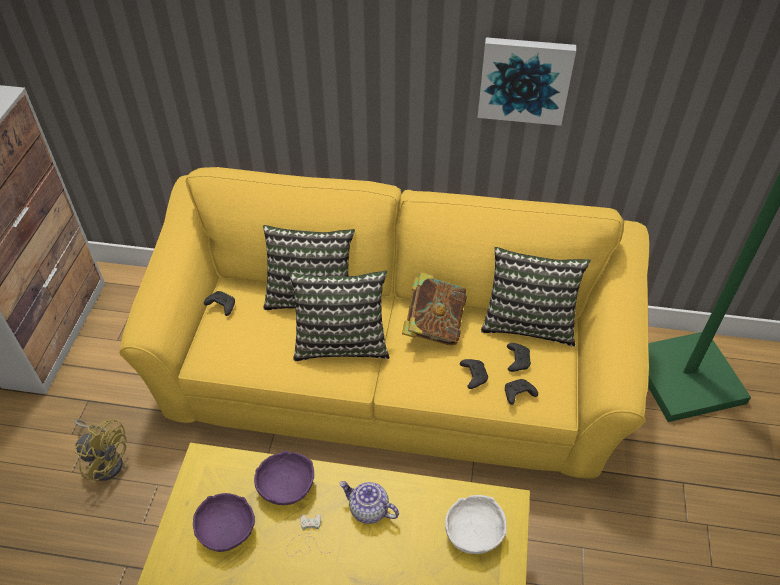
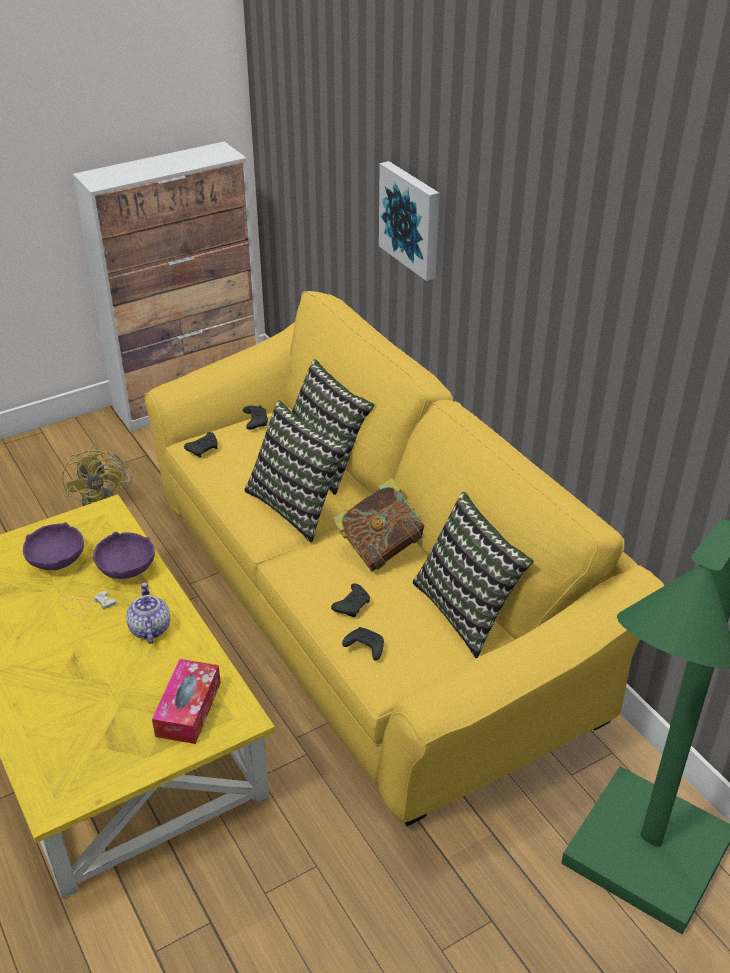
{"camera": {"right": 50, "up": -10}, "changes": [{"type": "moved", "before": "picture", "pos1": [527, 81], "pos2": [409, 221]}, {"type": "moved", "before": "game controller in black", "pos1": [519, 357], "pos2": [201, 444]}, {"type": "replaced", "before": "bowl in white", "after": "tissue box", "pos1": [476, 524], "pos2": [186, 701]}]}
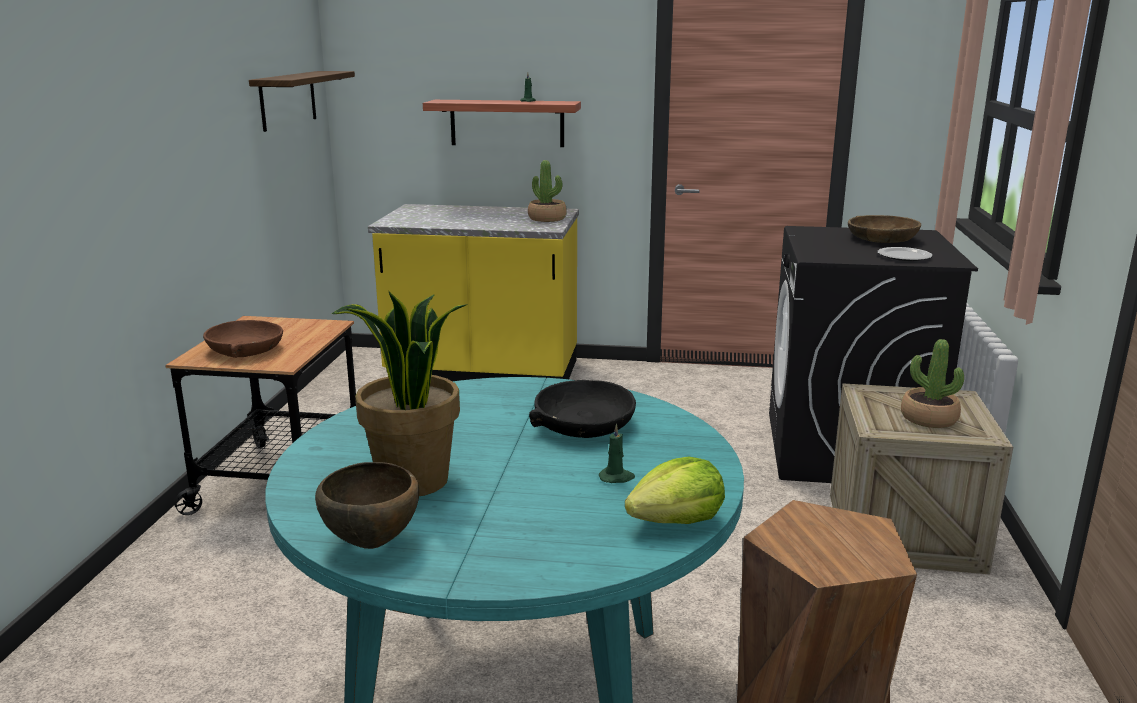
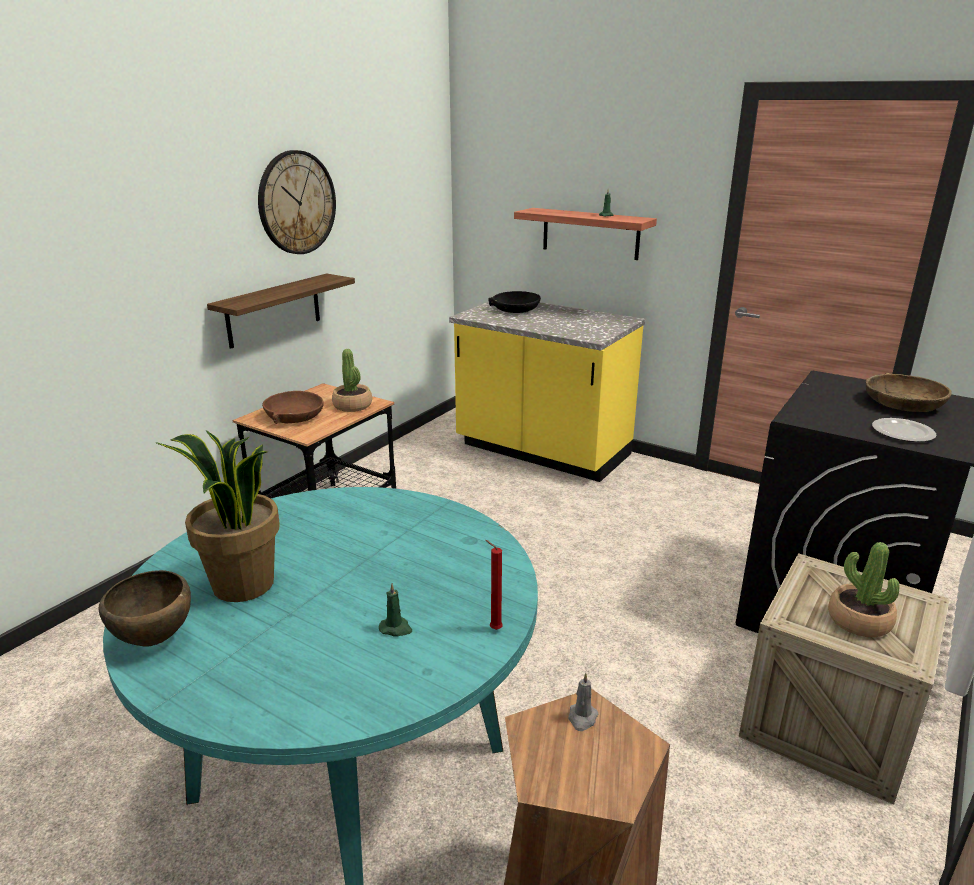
{"camera": {"right": 25, "up": 5}, "changes": [{"type": "moved", "before": "shelf", "pos1": [302, 101], "pos2": [281, 311]}, {"type": "moved", "before": "potted plant", "pos1": [547, 191], "pos2": [352, 380]}, {"type": "moved", "before": "bowl in black", "pos1": [582, 409], "pos2": [514, 302]}, {"type": "removed", "before": "lettuce", "pos1": [675, 490]}, {"type": "added", "after": "wall clock", "pos2": [297, 202]}, {"type": "added", "after": "candle in red", "pos2": [494, 585]}, {"type": "added", "after": "candle in grey", "pos2": [583, 702]}]}
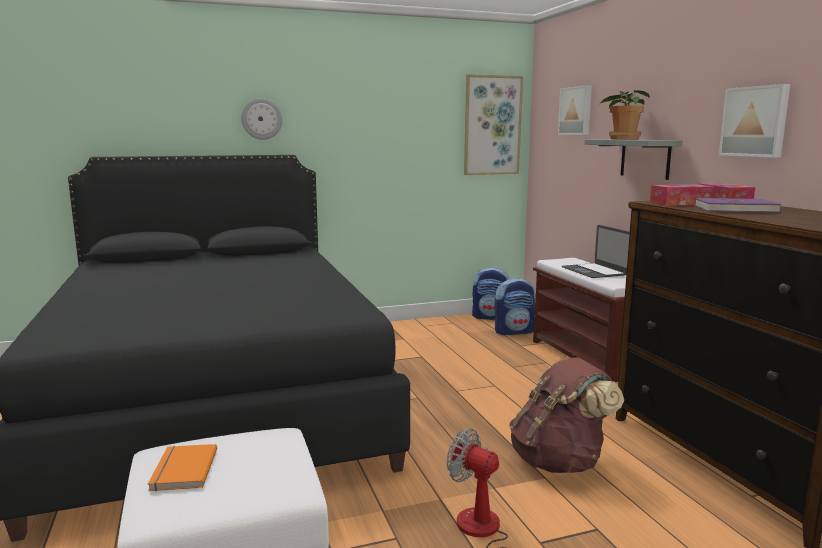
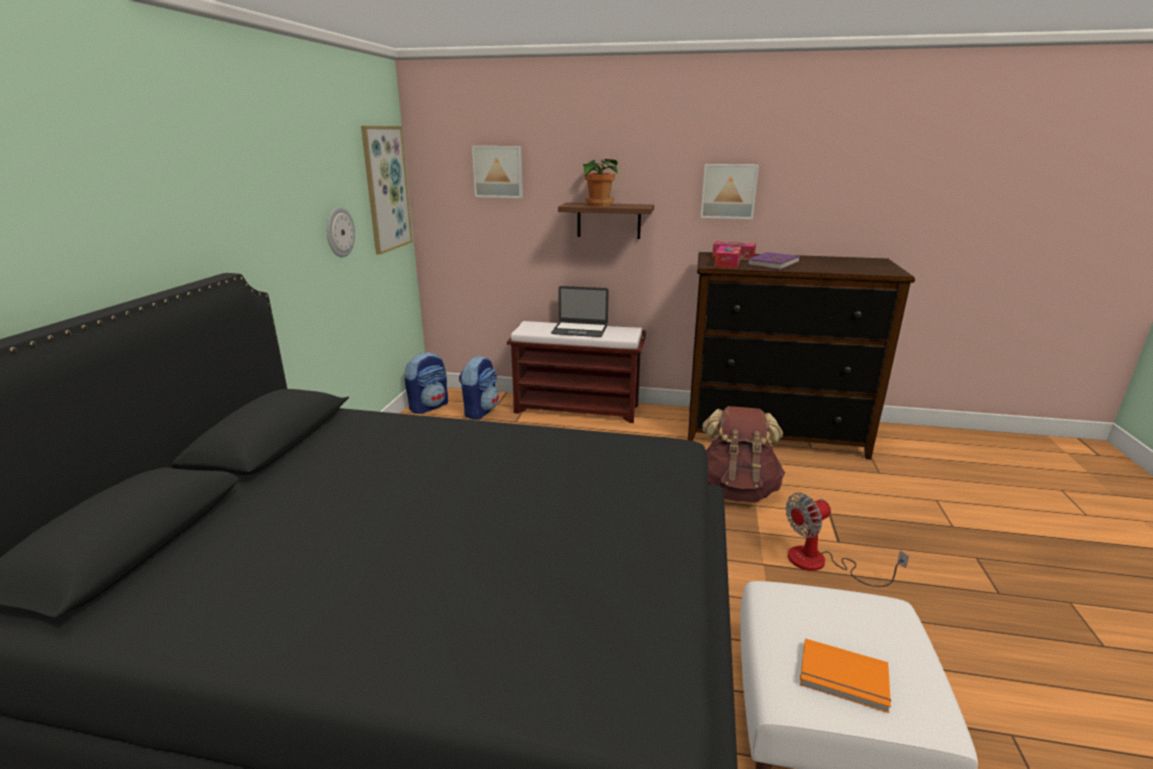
{"camera": {"right": -60, "up": 10}, "changes": [{"type": "moved", "before": "wall clock", "pos1": [262, 119], "pos2": [341, 232]}, {"type": "recoloured", "before": "shelf in grey", "after": "shelf in brown", "pos1": [633, 159], "pos2": [606, 221]}]}
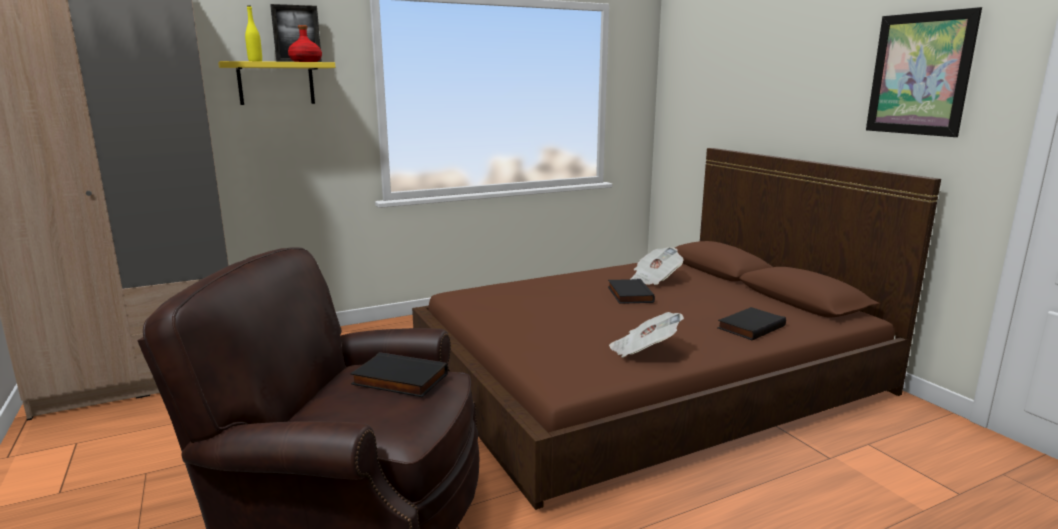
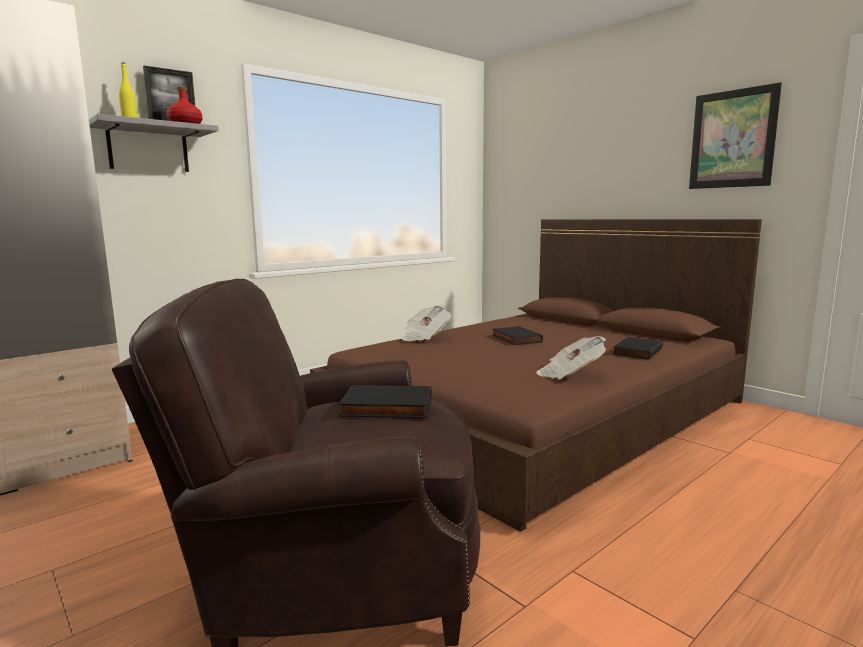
{"camera": {"right": -15, "up": -5}, "changes": [{"type": "recoloured", "before": "shelf in yellow", "after": "shelf in grey", "pos1": [276, 83], "pos2": [154, 143]}, {"type": "moved", "before": "newspaper", "pos1": [657, 266], "pos2": [426, 323]}]}
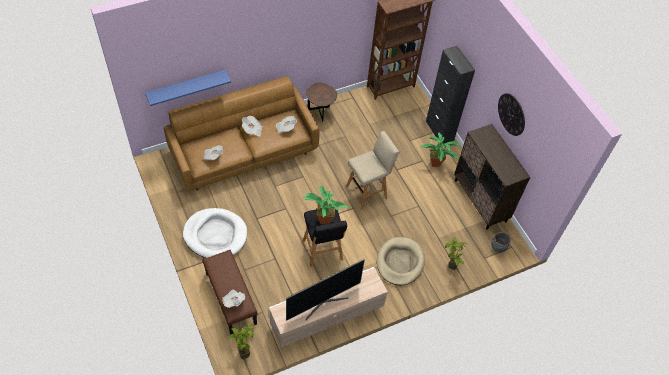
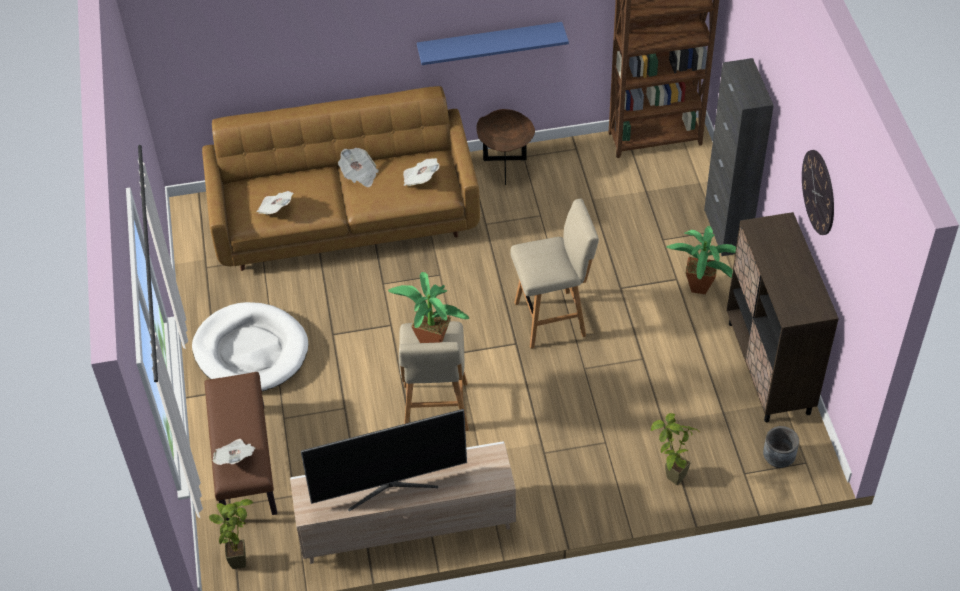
{"camera": {"right": 20, "up": -5}, "changes": [{"type": "moved", "before": "shelf in blue", "pos1": [188, 88], "pos2": [493, 43]}, {"type": "recoloured", "before": "stool in black", "after": "stool in beige", "pos1": [325, 238], "pos2": [434, 376]}, {"type": "removed", "before": "dog bed in beige", "pos1": [401, 261]}]}
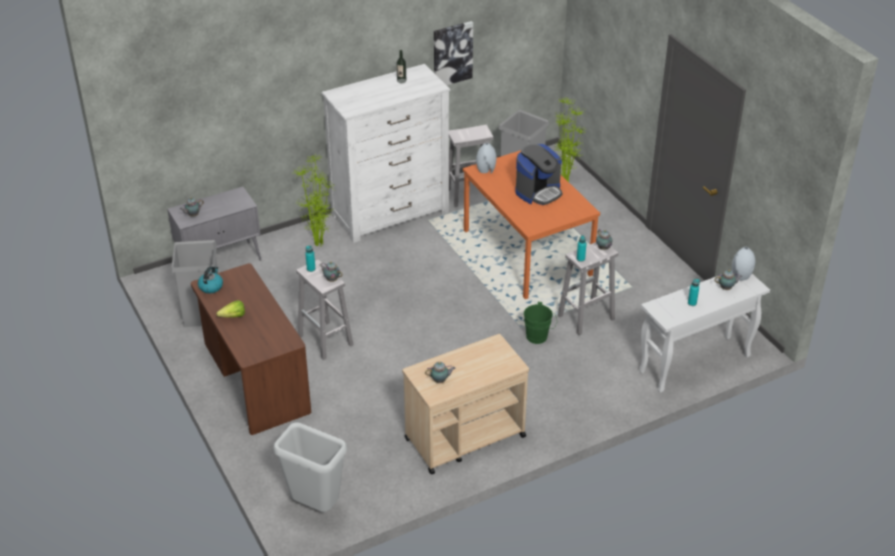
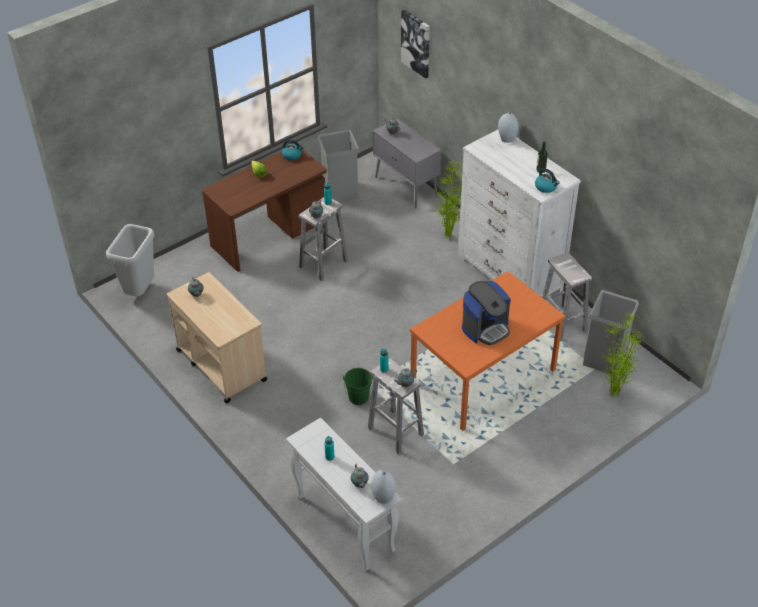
{"camera": {"right": 80, "up": 5}, "changes": [{"type": "moved", "before": "picture", "pos1": [453, 53], "pos2": [415, 44]}, {"type": "moved", "before": "vase in grey", "pos1": [486, 158], "pos2": [508, 127]}, {"type": "turned", "before": "coffee machine", "pos1": [538, 174], "pos2": [486, 313], "turn": -75}, {"type": "added", "after": "kettle", "pos2": [547, 181]}]}
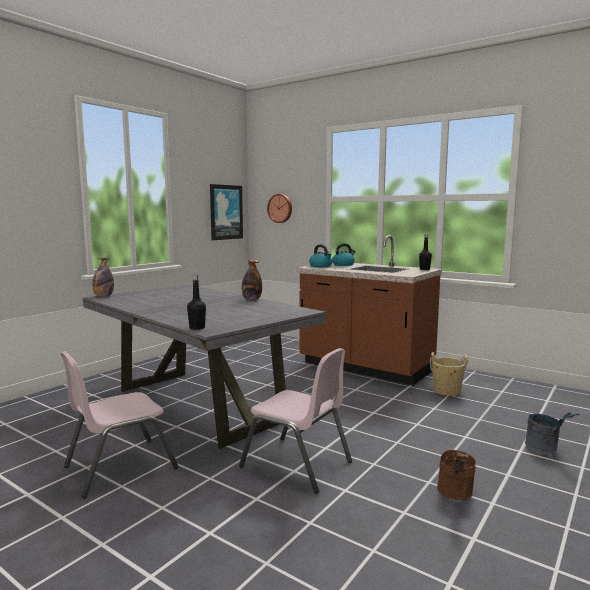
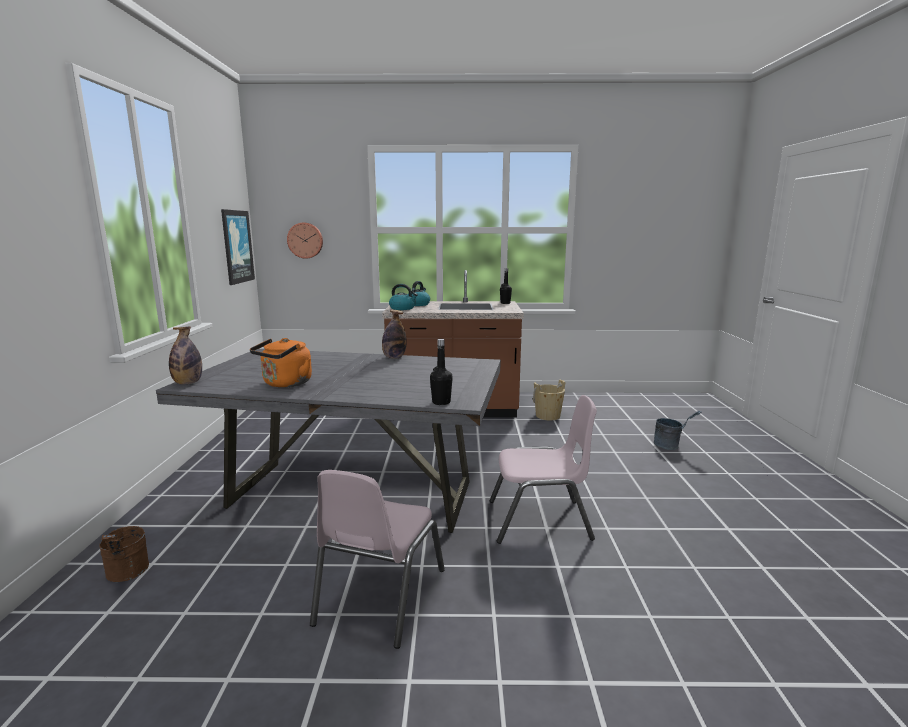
{"camera": {"right": -35, "up": 5}, "changes": [{"type": "moved", "before": "bucket in brown", "pos1": [456, 475], "pos2": [124, 554]}, {"type": "added", "after": "kettle in orange", "pos2": [281, 362]}]}
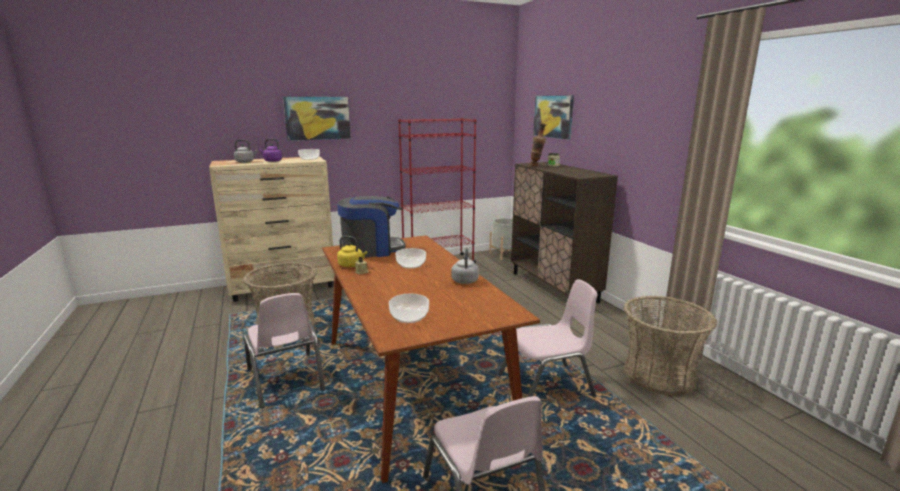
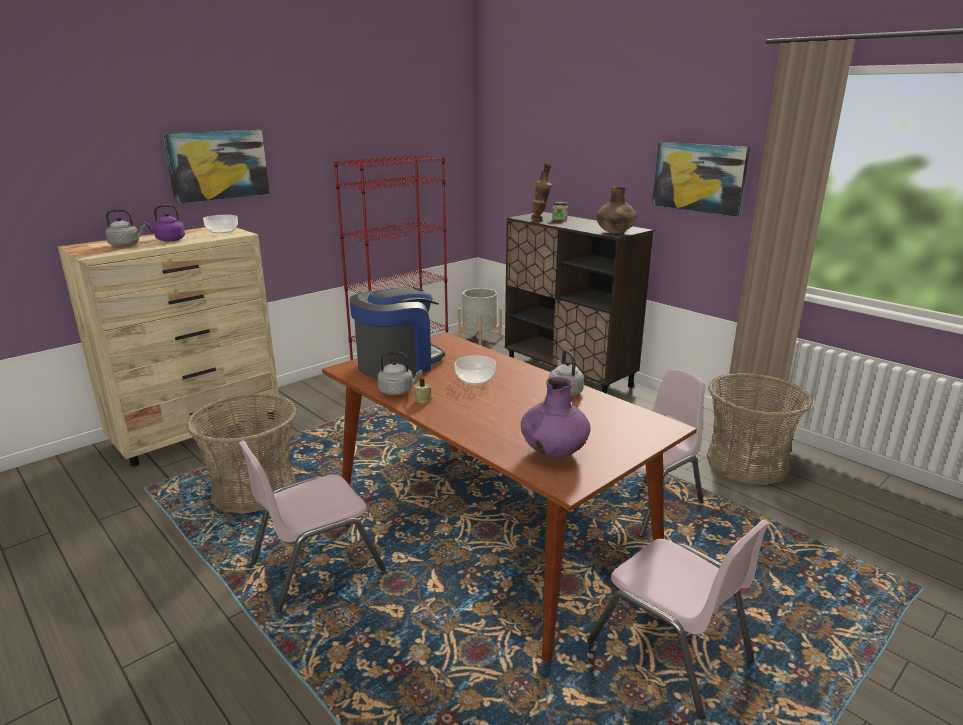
{"camera": {"right": -20, "up": 5}, "changes": [{"type": "moved", "before": "picture", "pos1": [553, 117], "pos2": [701, 179]}, {"type": "recoloured", "before": "kettle in yellow", "after": "kettle in grey", "pos1": [352, 251], "pos2": [399, 373]}, {"type": "turned", "before": "chair in pink", "pos1": [284, 350], "pos2": [312, 526], "turn": 105}, {"type": "replaced", "before": "bowl", "after": "vase in purple", "pos1": [409, 308], "pos2": [555, 417]}, {"type": "added", "after": "vase in brown", "pos2": [616, 210]}]}
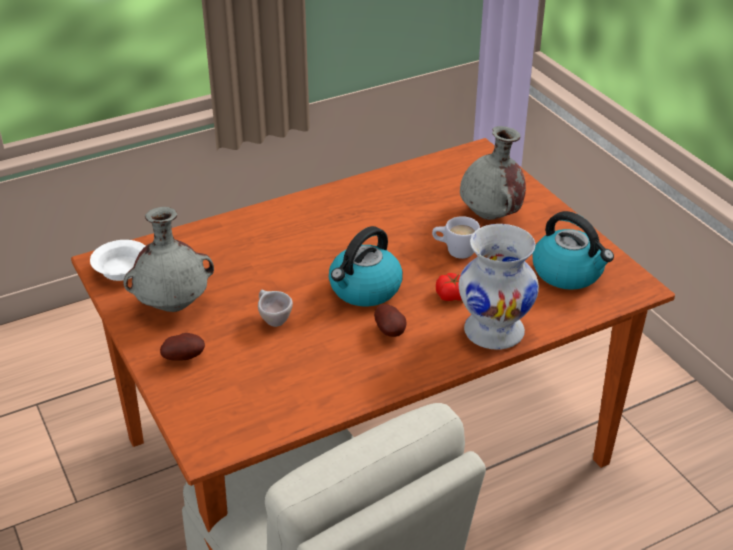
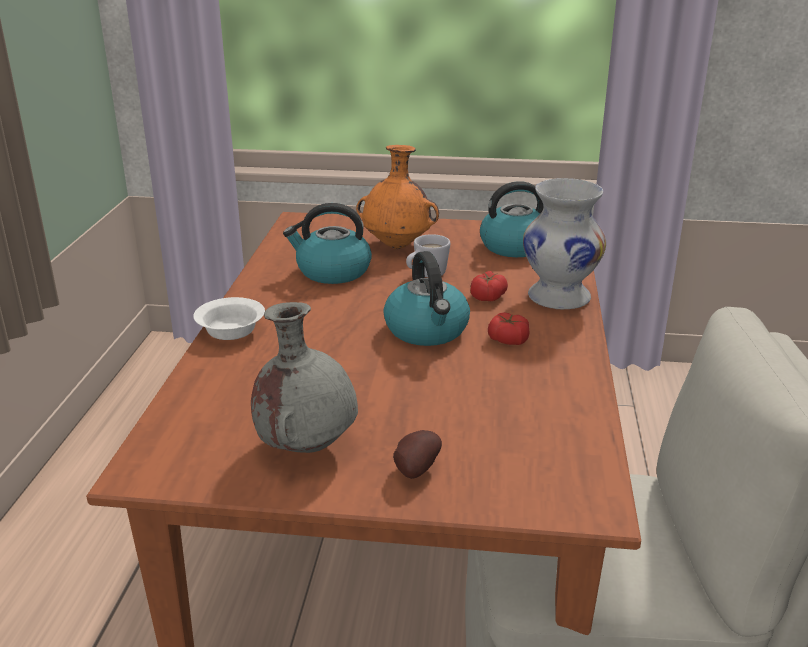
{"camera": {"right": -55, "up": -10}, "changes": [{"type": "recoloured", "before": "vase in grey", "after": "vase in orange", "pos1": [493, 173], "pos2": [397, 197]}, {"type": "moved", "before": "bowl in white", "pos1": [117, 260], "pos2": [229, 318]}, {"type": "removed", "before": "cup in beige", "pos1": [275, 308]}, {"type": "replaced", "before": "potato", "after": "tomato", "pos1": [390, 320], "pos2": [508, 328]}, {"type": "added", "after": "kettle", "pos2": [327, 243]}]}
